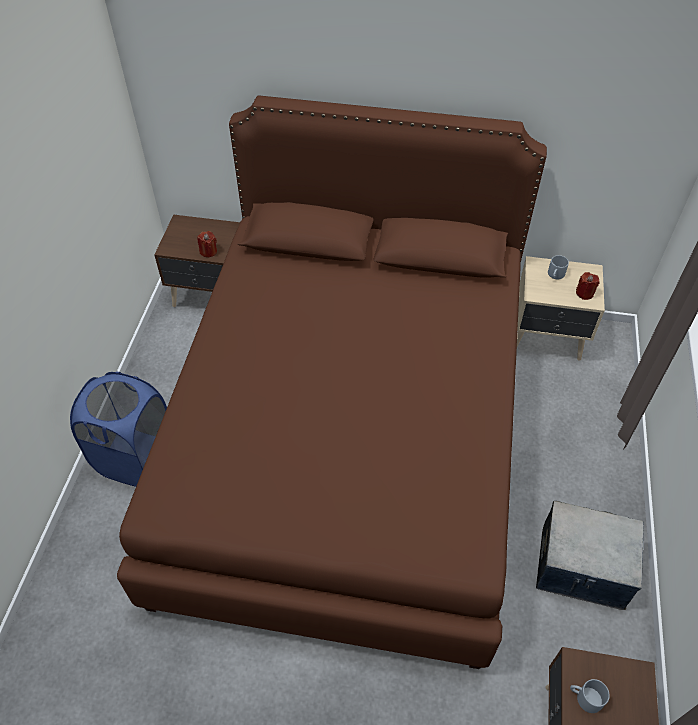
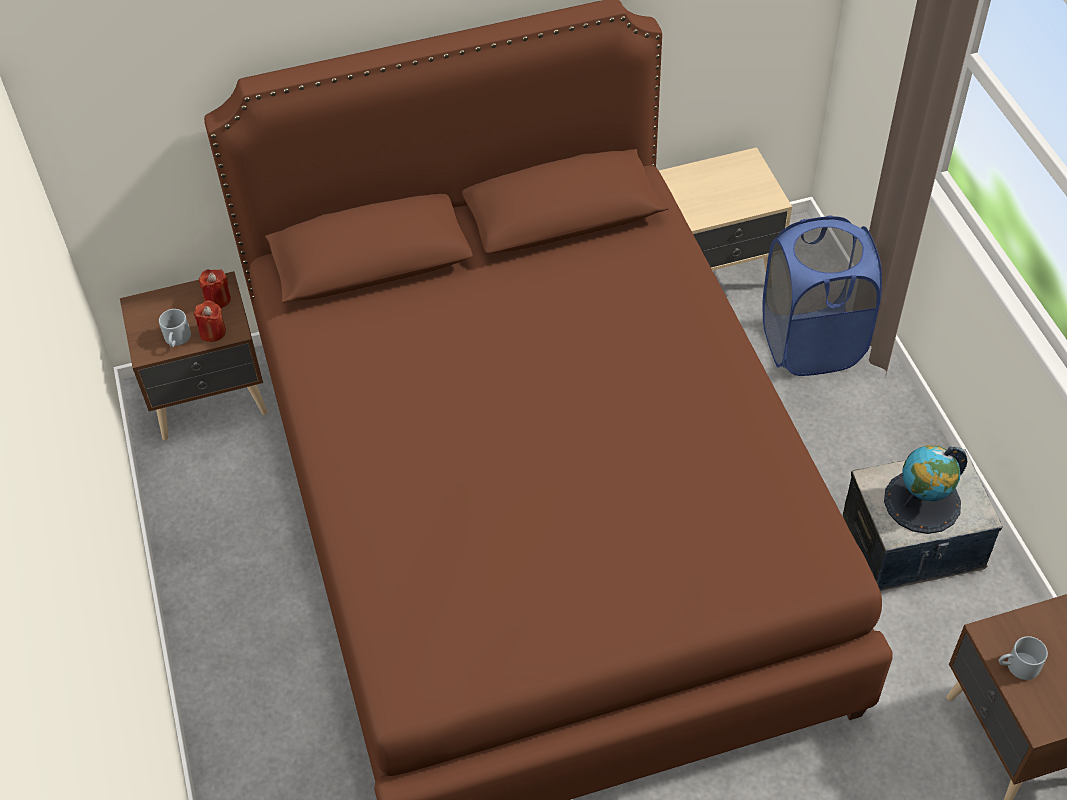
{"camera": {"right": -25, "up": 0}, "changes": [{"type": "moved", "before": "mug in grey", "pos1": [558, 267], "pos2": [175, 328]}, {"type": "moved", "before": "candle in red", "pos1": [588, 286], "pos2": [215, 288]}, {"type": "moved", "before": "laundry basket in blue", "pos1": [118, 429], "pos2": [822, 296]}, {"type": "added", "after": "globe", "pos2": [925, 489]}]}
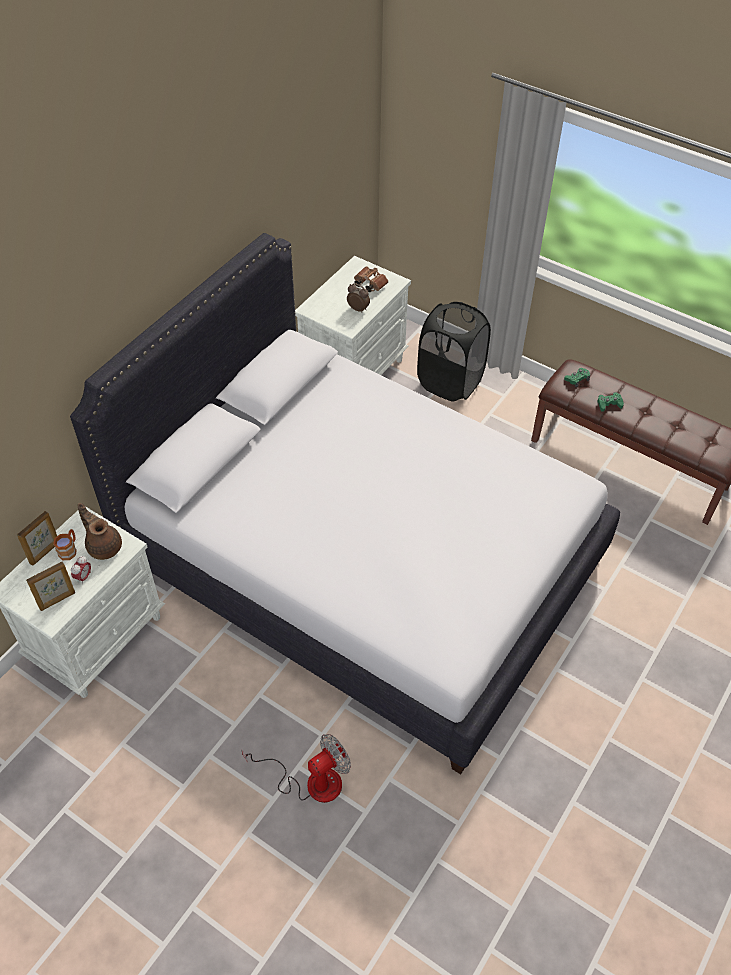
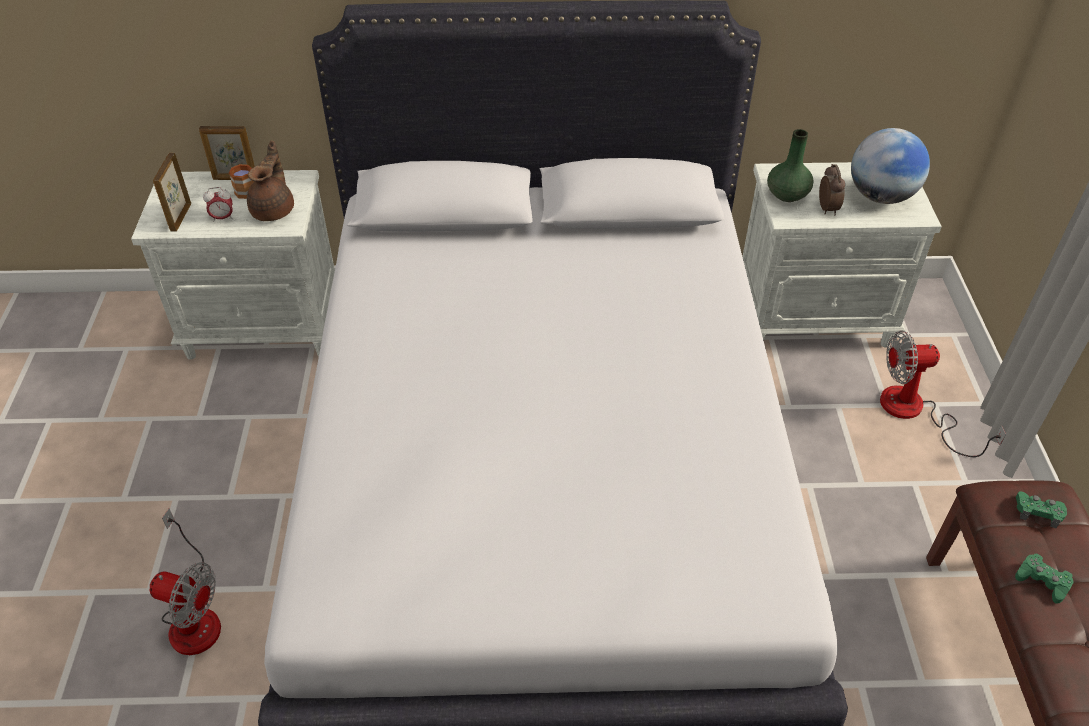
{"camera": {"right": 55, "up": -5}, "changes": [{"type": "replaced", "before": "binoculars in brown", "after": "globe", "pos1": [371, 279], "pos2": [890, 166]}, {"type": "replaced", "before": "laundry basket in black", "after": "fan", "pos1": [454, 351], "pos2": [943, 393]}, {"type": "turned", "before": "picture frame", "pos1": [50, 586], "pos2": [172, 192], "turn": 75}, {"type": "added", "after": "vase in green", "pos2": [790, 165]}]}
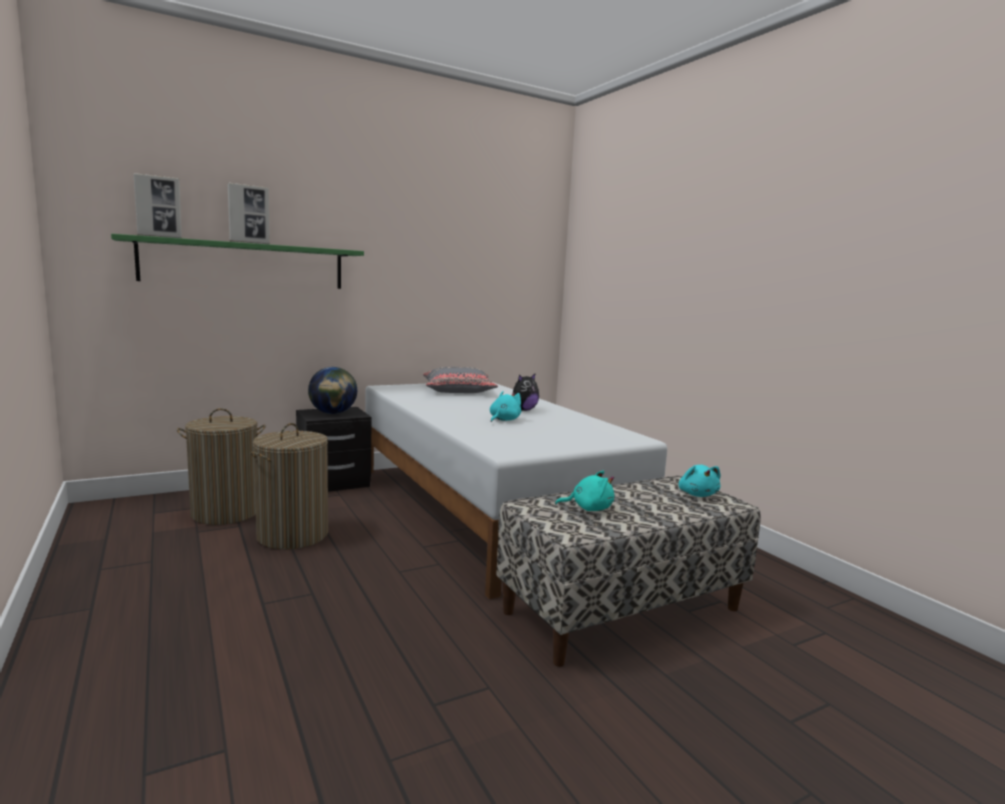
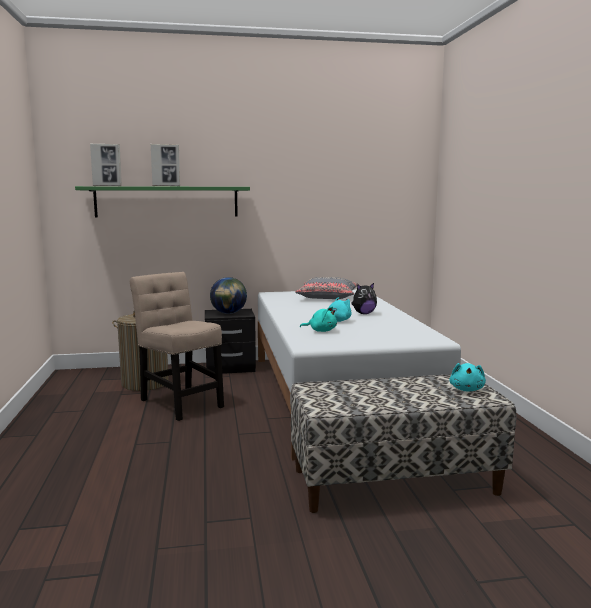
{"camera": {"right": 20, "up": 0}, "changes": [{"type": "replaced", "before": "laundry basket", "after": "chair in beige", "pos1": [289, 486], "pos2": [177, 346]}, {"type": "moved", "before": "plush toy in turquoise", "pos1": [584, 491], "pos2": [318, 319]}]}
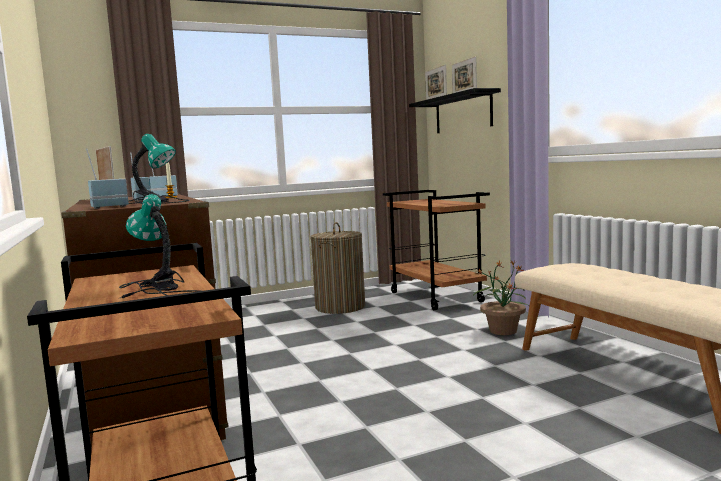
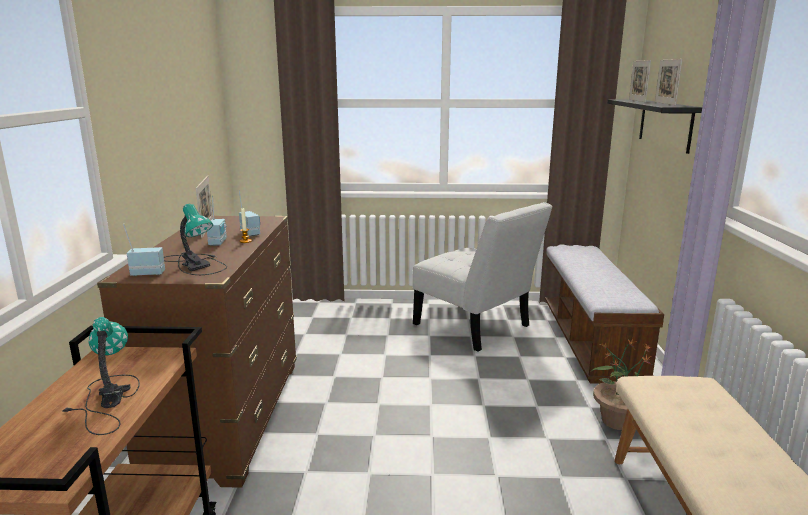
{"camera": {"right": 25, "up": 10}, "changes": [{"type": "replaced", "before": "cart in brown", "after": "bench", "pos1": [436, 250], "pos2": [604, 314]}, {"type": "replaced", "before": "laundry basket", "after": "chair in white", "pos1": [337, 268], "pos2": [482, 277]}]}
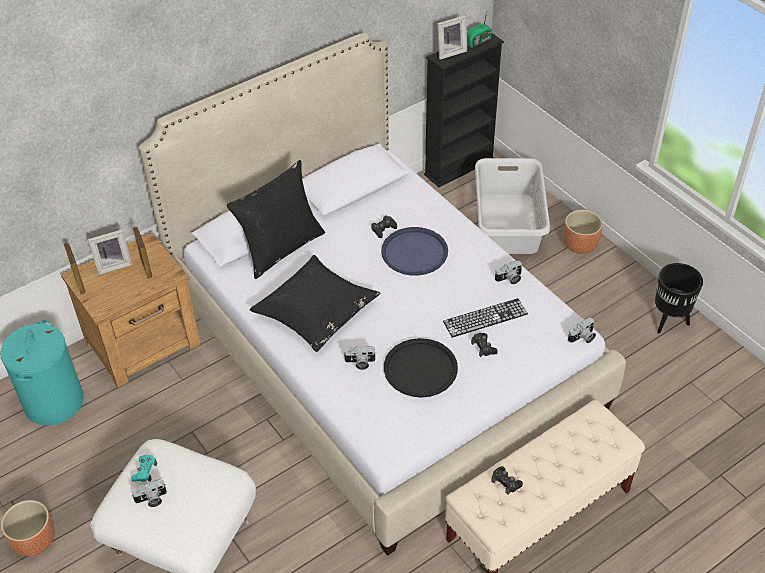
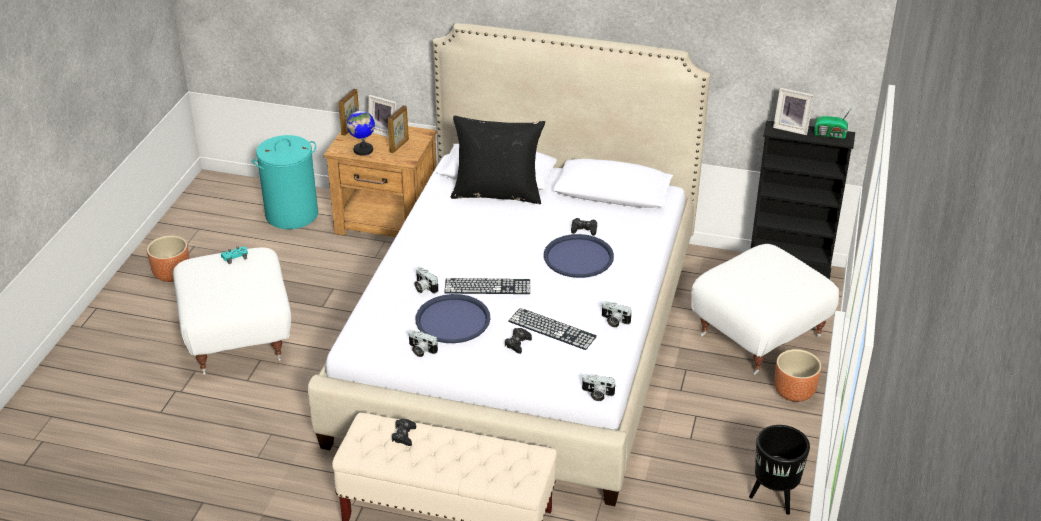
{"camera": {"right": 50, "up": -10}, "changes": [{"type": "replaced", "before": "laundry basket in grey", "after": "ottoman in white", "pos1": [512, 206], "pos2": [765, 309]}, {"type": "removed", "before": "pillow in black", "pos1": [315, 303]}, {"type": "recoloured", "before": "tray in black", "after": "tray in blue", "pos1": [421, 368], "pos2": [453, 318]}, {"type": "moved", "before": "photo camera", "pos1": [149, 493], "pos2": [423, 343]}, {"type": "added", "after": "globe", "pos2": [361, 131]}, {"type": "added", "after": "keyboard", "pos2": [487, 286]}]}
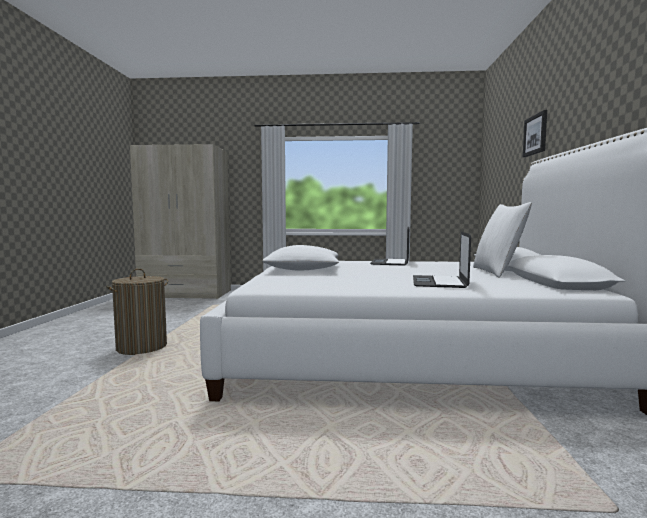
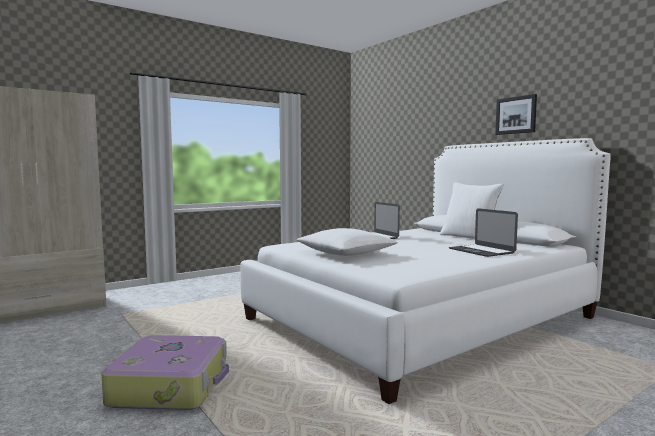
{"camera": {"right": -40, "up": 0}, "changes": [{"type": "moved", "before": "picture", "pos1": [535, 133], "pos2": [516, 114]}, {"type": "replaced", "before": "laundry basket", "after": "suitcase", "pos1": [137, 311], "pos2": [165, 372]}]}
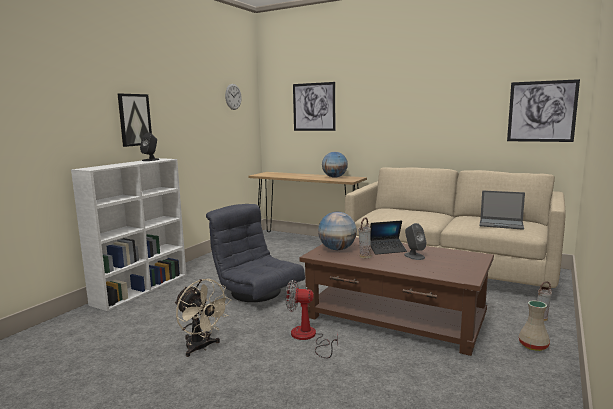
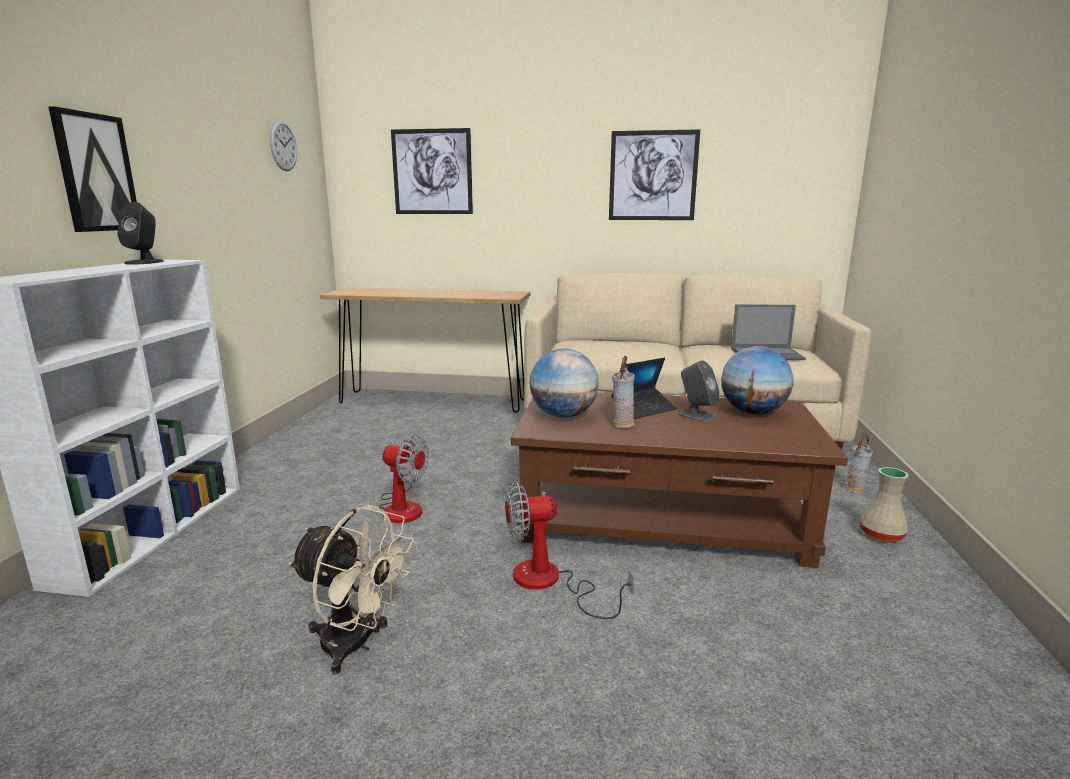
{"camera": {"right": -20, "up": 5}, "changes": [{"type": "moved", "before": "picture", "pos1": [543, 110], "pos2": [654, 174]}, {"type": "moved", "before": "globe", "pos1": [335, 165], "pos2": [757, 380]}, {"type": "replaced", "before": "armchair in grey", "after": "fan", "pos1": [255, 253], "pos2": [404, 479]}]}
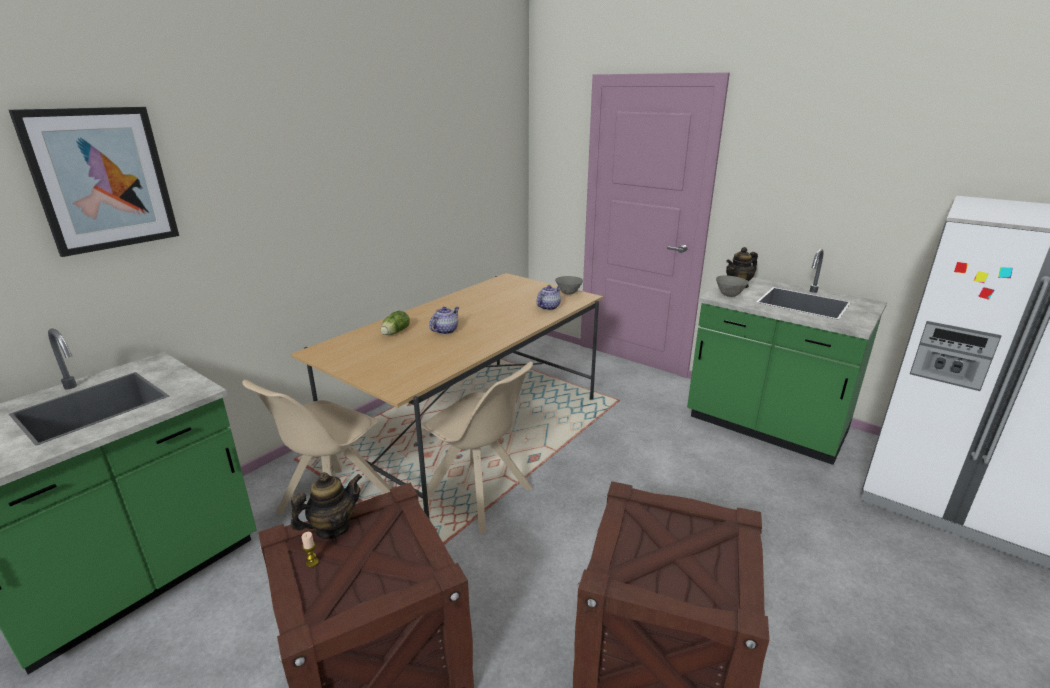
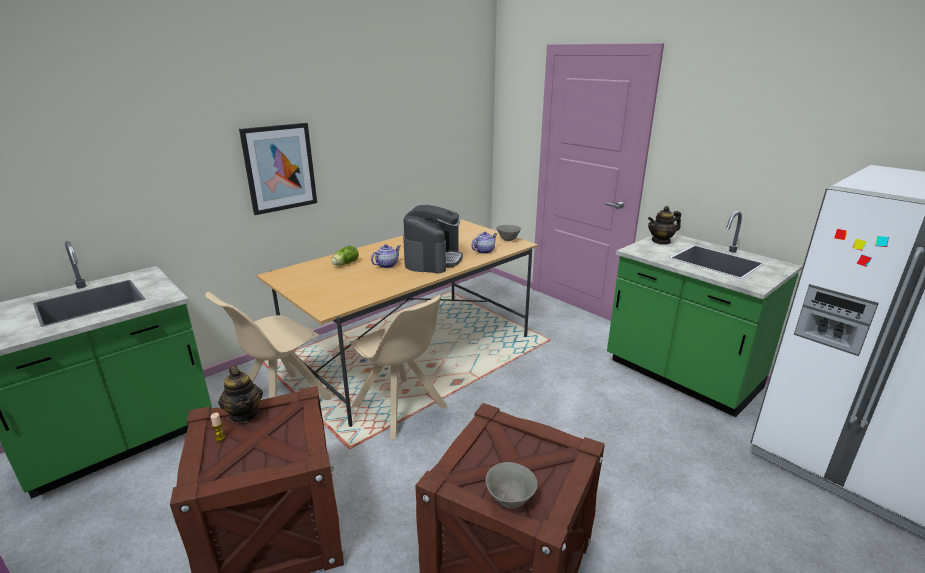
{"camera": {"right": 10, "up": 0}, "changes": [{"type": "moved", "before": "picture", "pos1": [94, 182], "pos2": [278, 169]}, {"type": "moved", "before": "bowl in grey", "pos1": [732, 286], "pos2": [511, 485]}, {"type": "turned", "before": "teapot", "pos1": [326, 505], "pos2": [240, 394], "turn": 90}, {"type": "added", "after": "coffee machine", "pos2": [433, 239]}]}
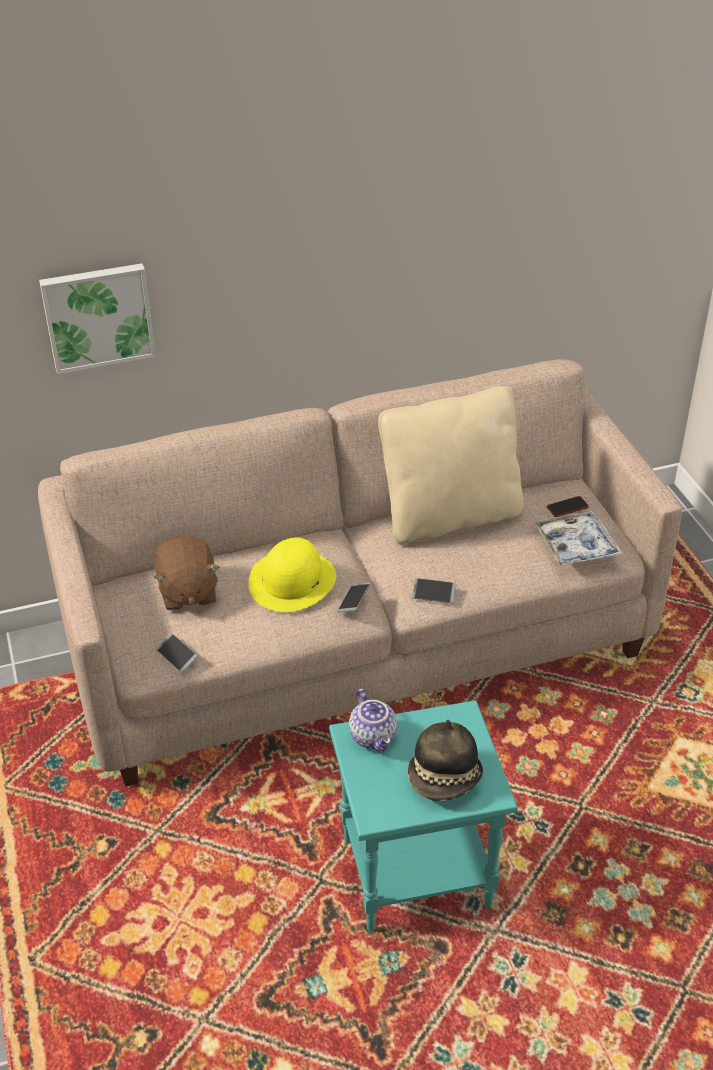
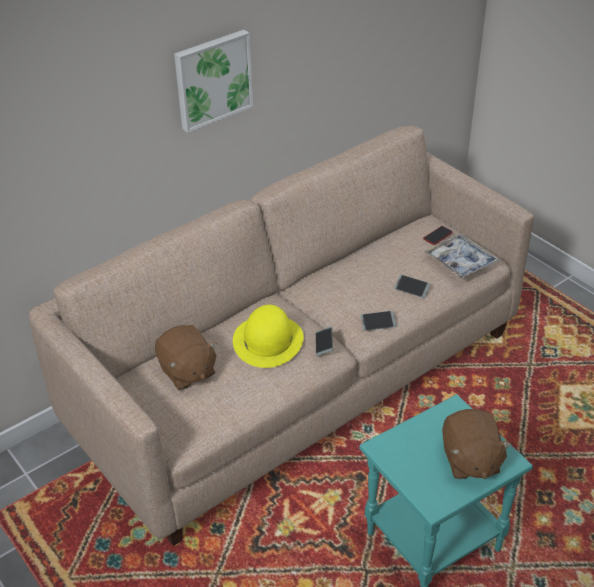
{"camera": {"right": -20, "up": 0}, "changes": [{"type": "moved", "before": "picture", "pos1": [97, 318], "pos2": [213, 81]}, {"type": "removed", "before": "pillow in beige", "pos1": [450, 465]}, {"type": "moved", "before": "phone", "pos1": [177, 653], "pos2": [412, 286]}, {"type": "removed", "before": "teapot", "pos1": [373, 720]}, {"type": "replaced", "before": "hat", "after": "plush toy in brown", "pos1": [445, 760], "pos2": [477, 444]}]}
